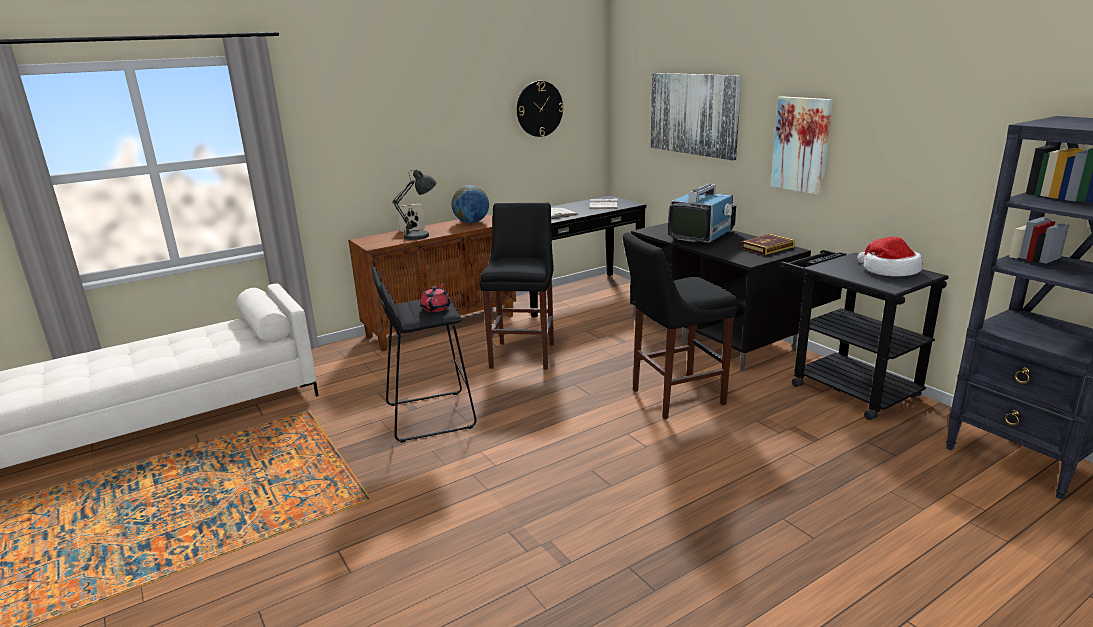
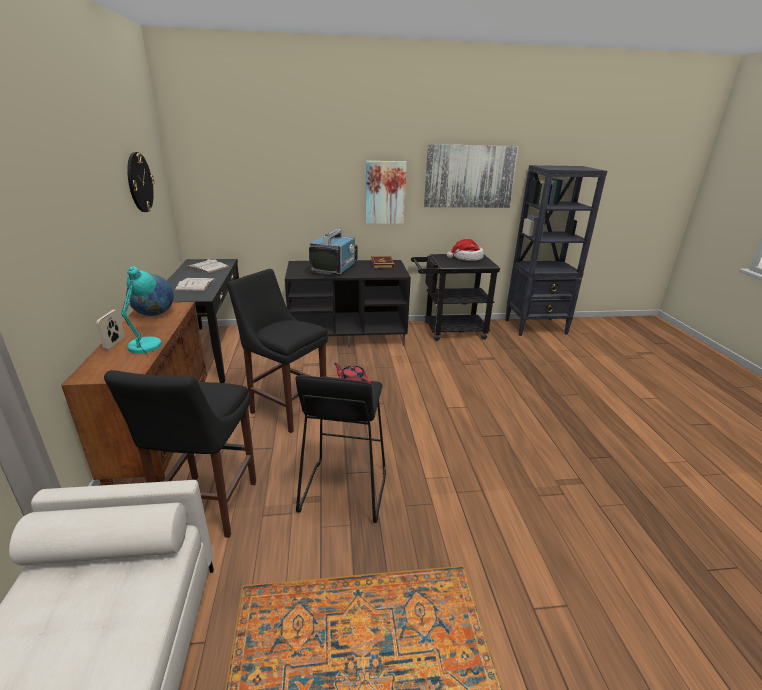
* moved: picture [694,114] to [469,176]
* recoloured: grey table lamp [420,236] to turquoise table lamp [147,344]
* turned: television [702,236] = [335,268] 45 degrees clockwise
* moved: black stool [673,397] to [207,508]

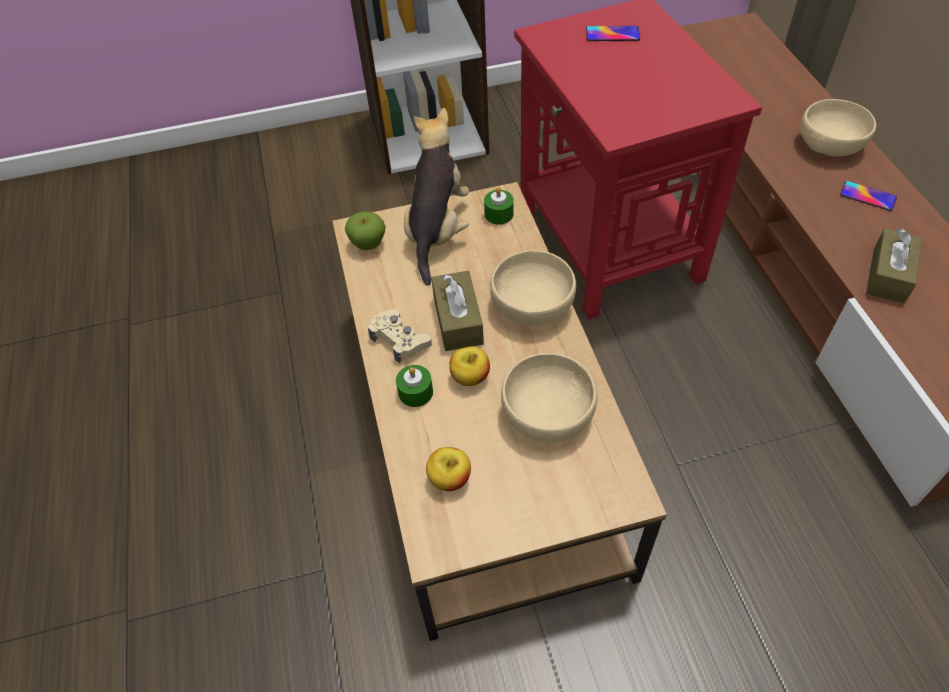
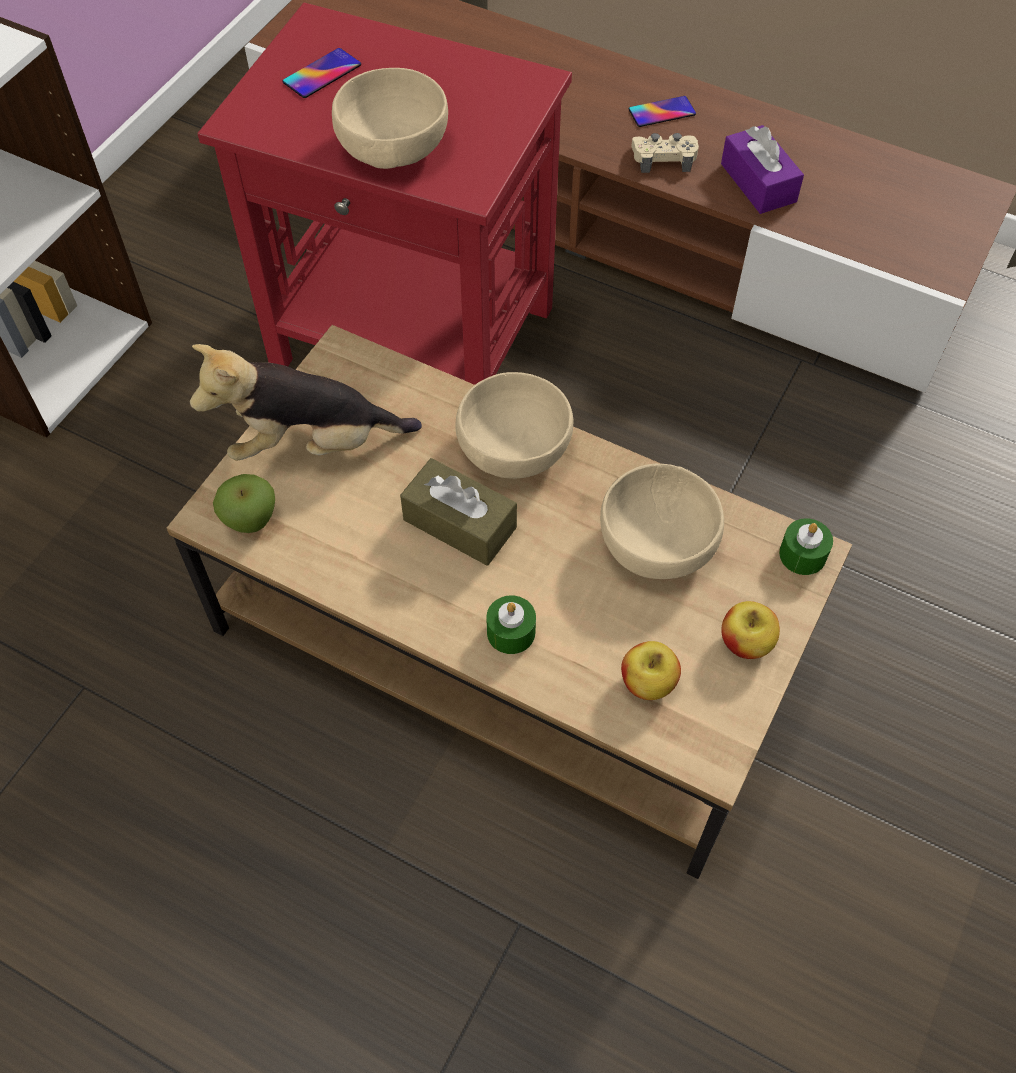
* moved: beige bowl [831,144] to [394,145]
* turned: plush toy [437,230] = [311,444] 60 degrees counterclockwise
* moved: green candle [499,214] to [802,554]
* recoloured: brown tissue box [888,275] to purple tissue box [758,183]
* moved: beige game controller [400,340] to [664,158]
* moved: apple [470,377] to [745,642]

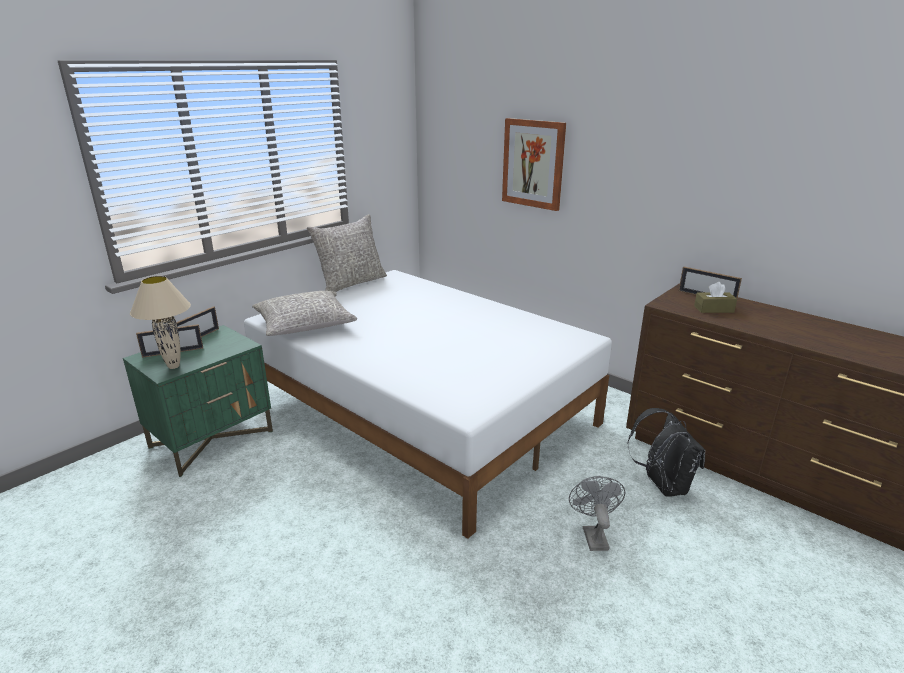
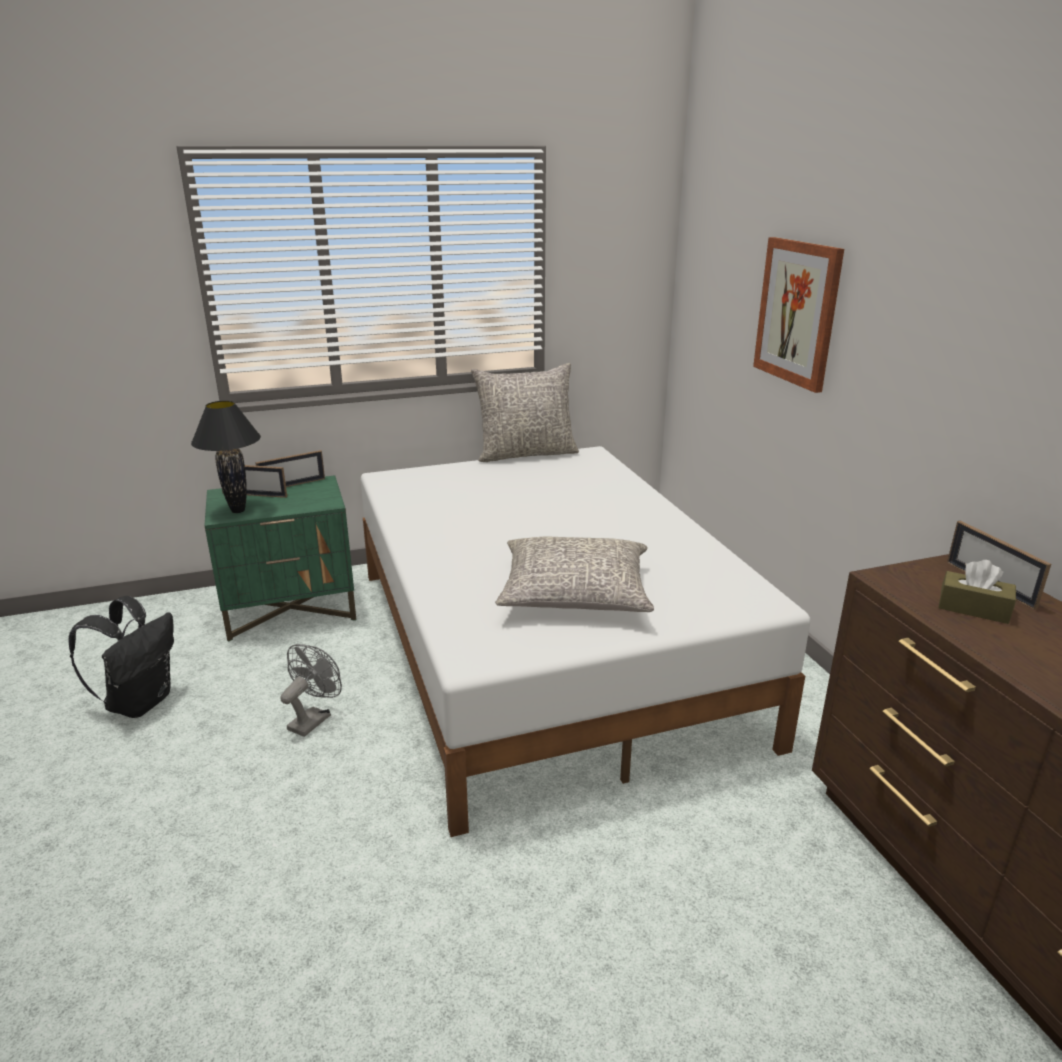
* recoloured: beige table lamp [174,366] to black table lamp [238,510]
* moved: grey pillow [305,325] to [574,594]
* moved: black backpack [662,485] to [140,702]
* moved: grey fan [593,535] to [313,719]

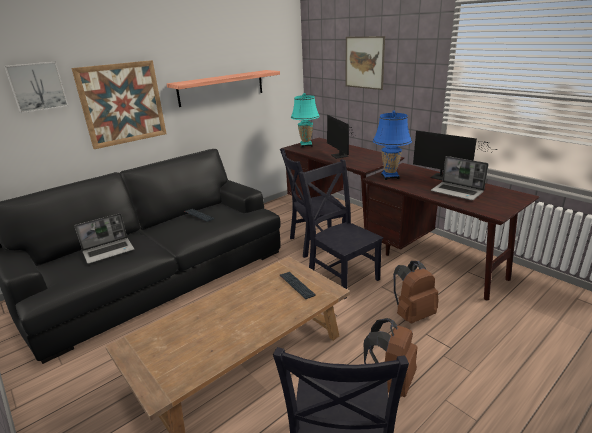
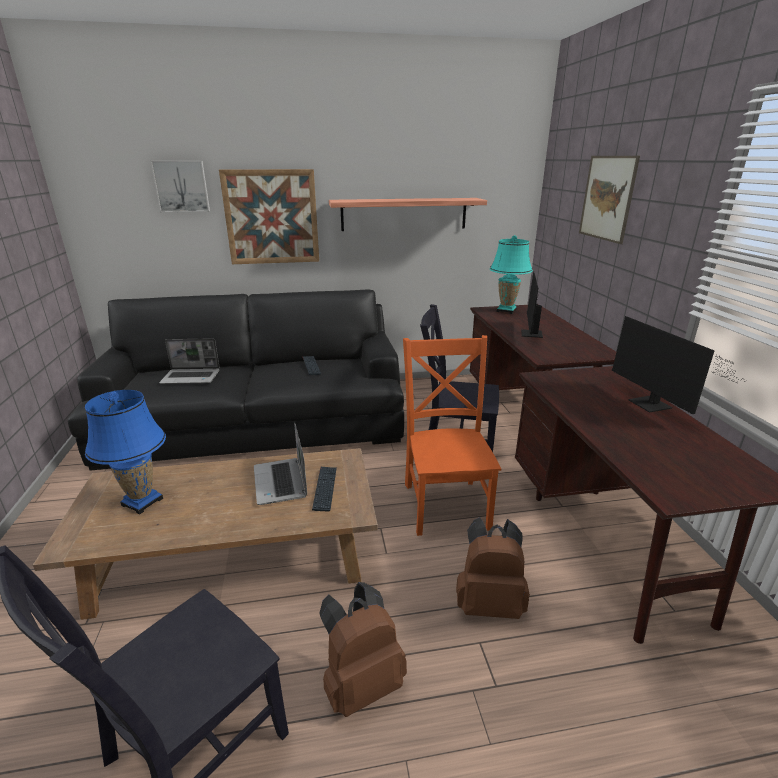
* moved: blue table lamp [390,177] to [142,502]
* moved: laptop [457,192] to [281,482]
* recoloured: black chair [342,275] to orange chair [446,502]

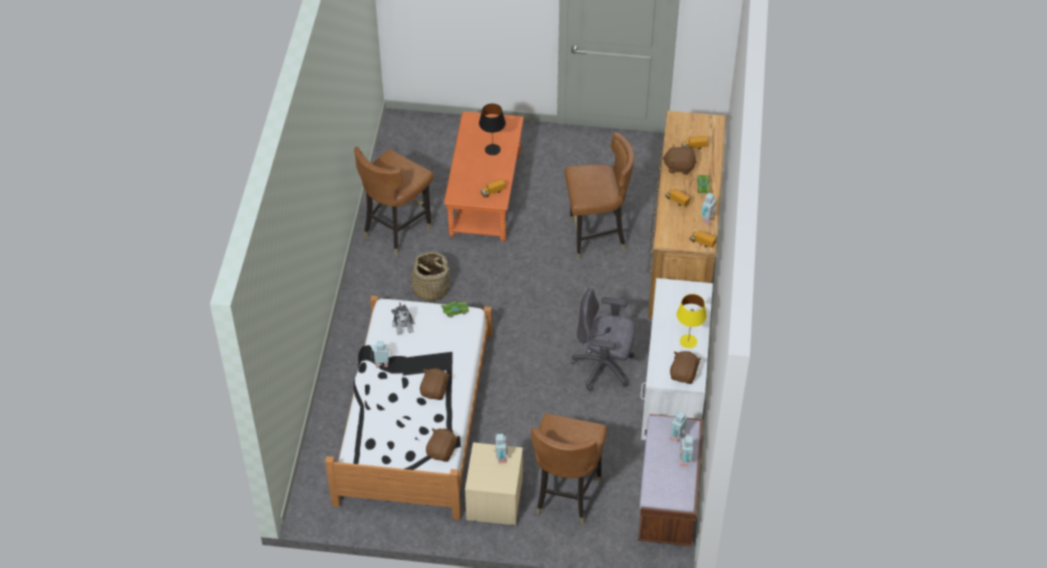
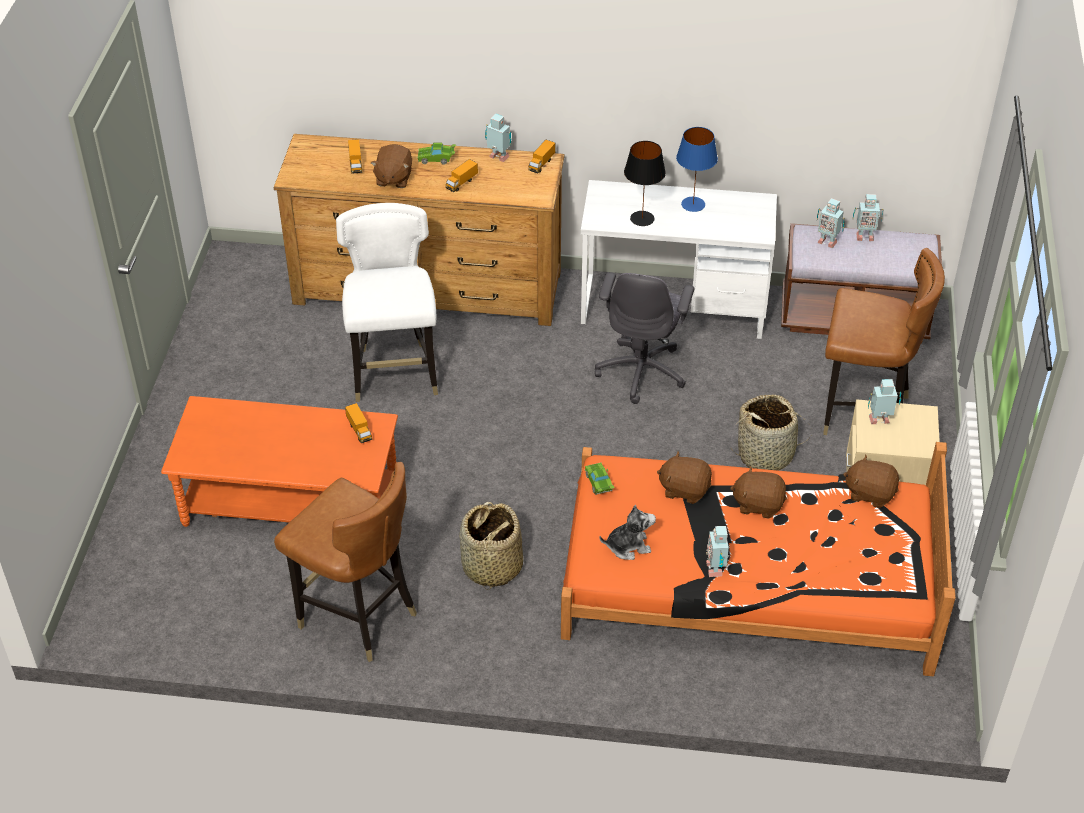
* moved: black table lamp [492,150] to [642,219]
* recoloured: brown chair [596,237] to white chair [395,374]
* recoloured: yellow table lamp [688,341] to blue table lamp [693,204]
* recoloured: white bed [415,416] to orange bed [749,579]
* moved: brown plush toy [684,374] to [684,489]
* added: basket [766,454]

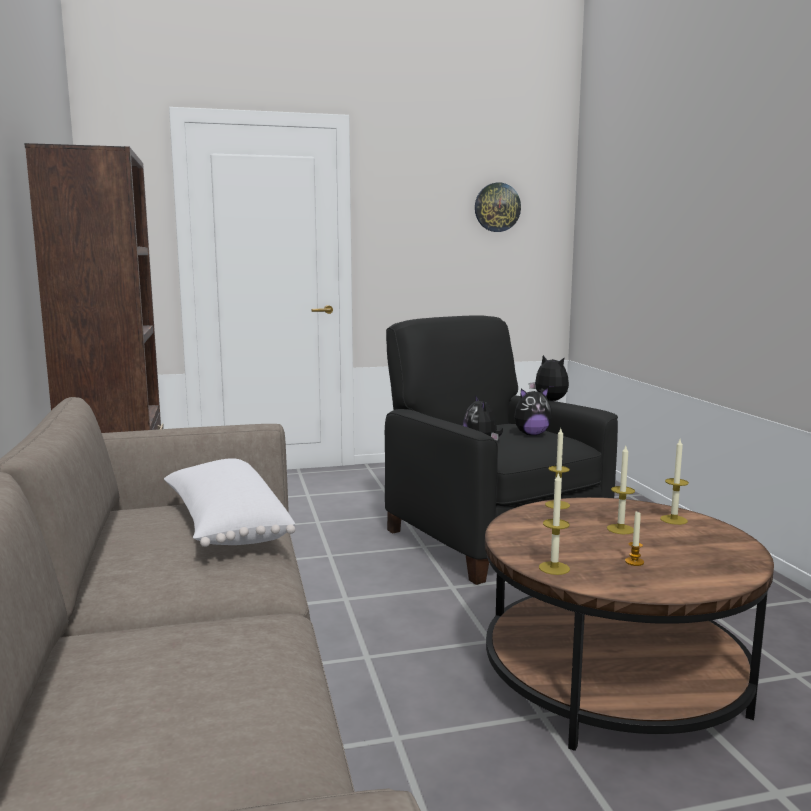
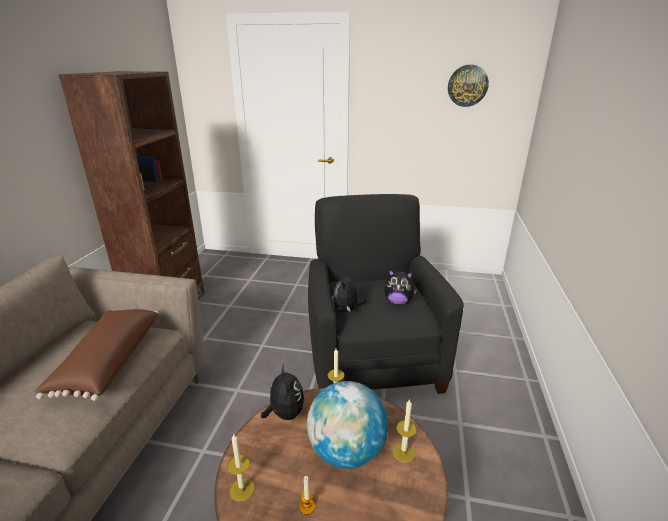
* moved: plush toy [549,401] to [285,413]
* replaced: candle [620,529] to globe [346,451]
* recoloured: white pillow [225,526] to brown pillow [107,362]

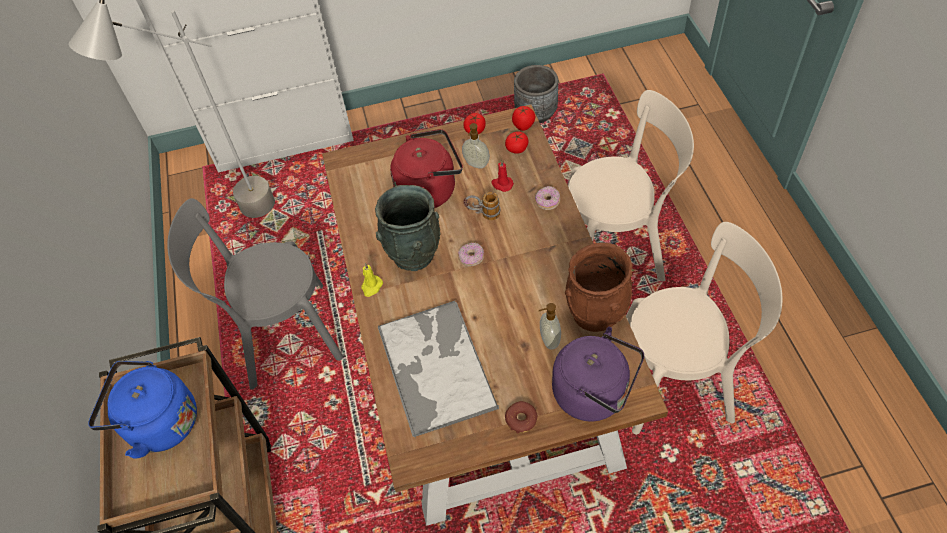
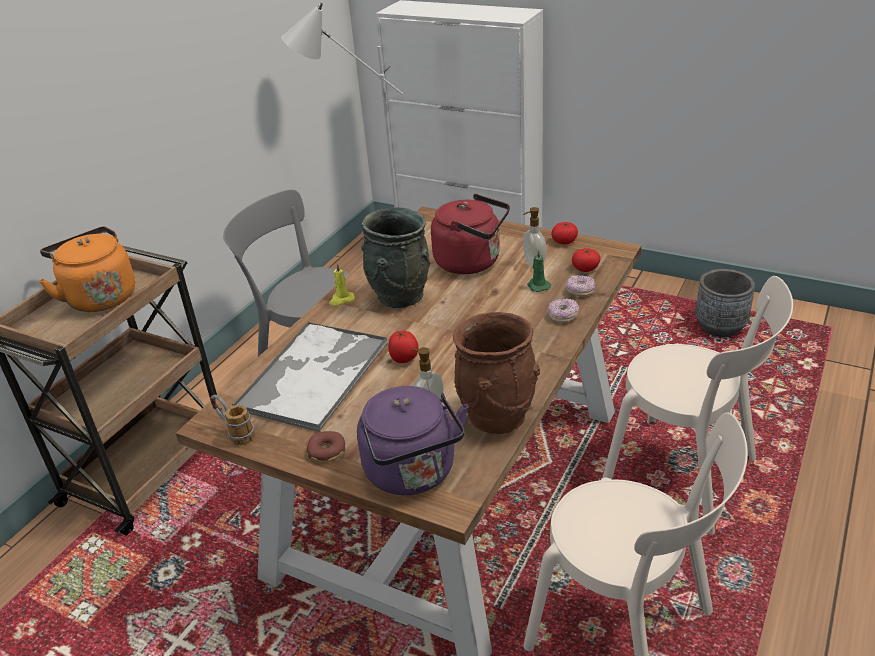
* moved: tomato [523,126] to [404,359]
* recoloured: red candle [502,184] to green candle [538,286]
* moved: mug [482,214] to [234,433]
* moved: donut [471,258] to [580,291]
* recoloured: blue kettle [158,423] to orange kettle [99,297]

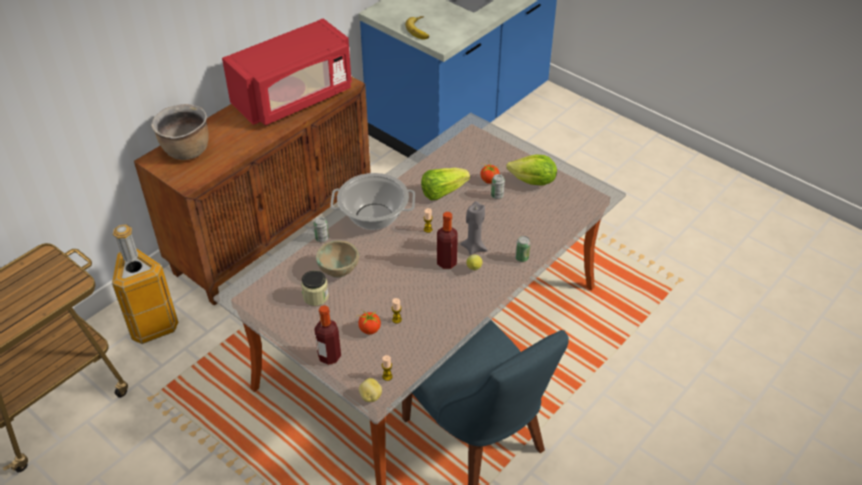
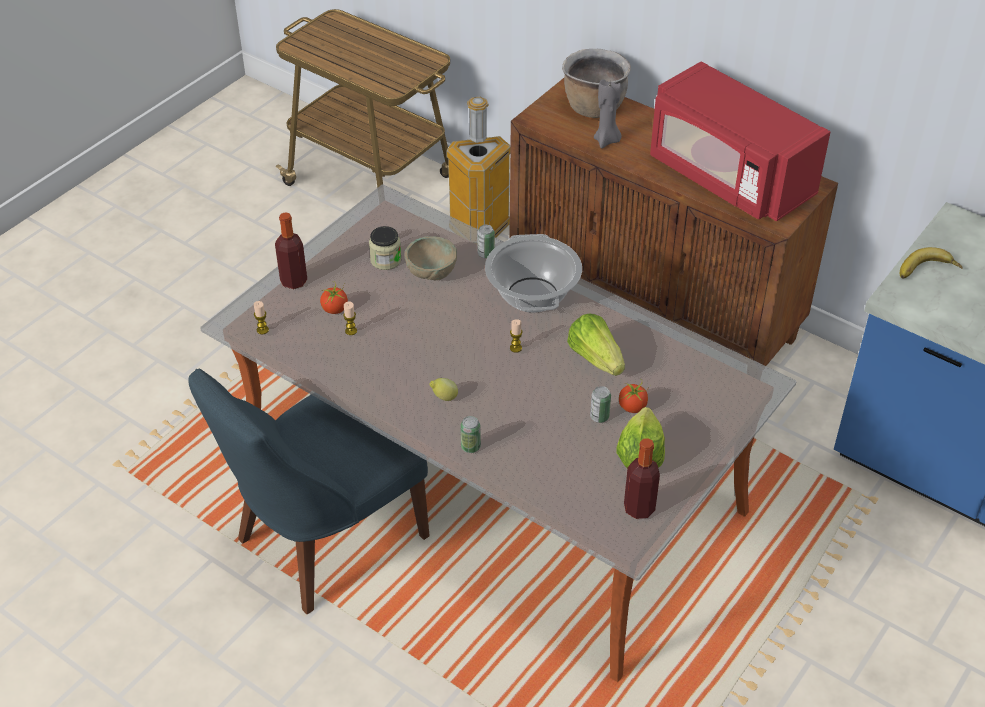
* moved: grey candle [474,248] to [607,141]
* moved: bottle [446,262] to [639,508]
* removed: potato [370,396]

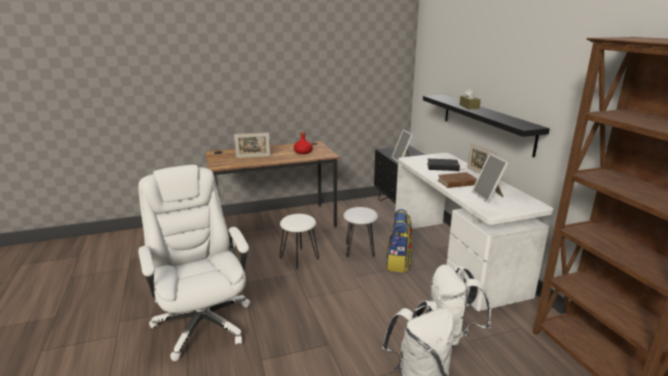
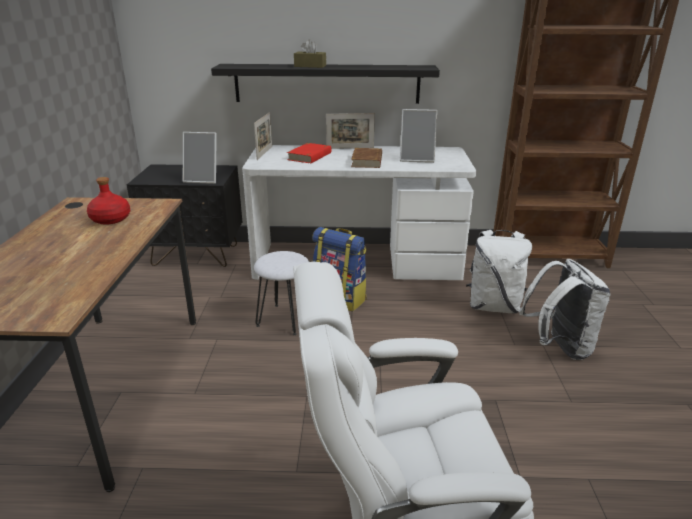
* moved: picture frame [253,156] to [264,153]
* recoloured: black book [443,167] to red book [310,156]
* removed: white stool [299,258]

